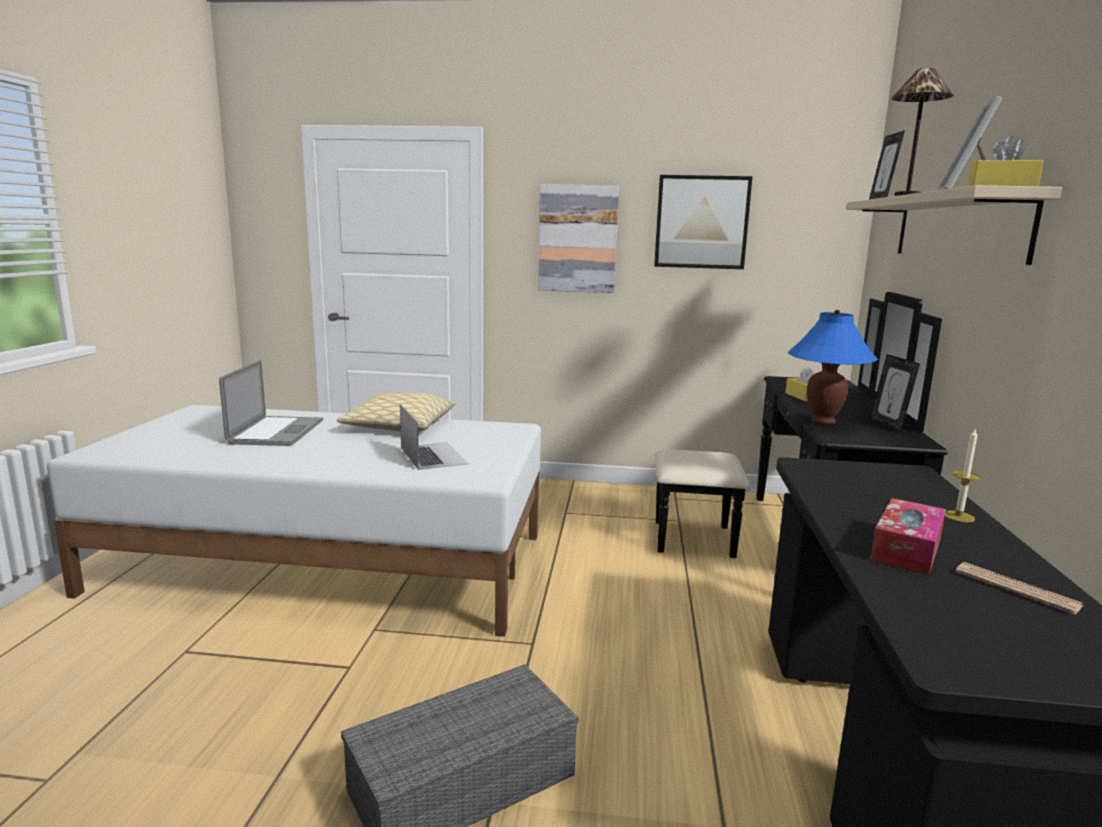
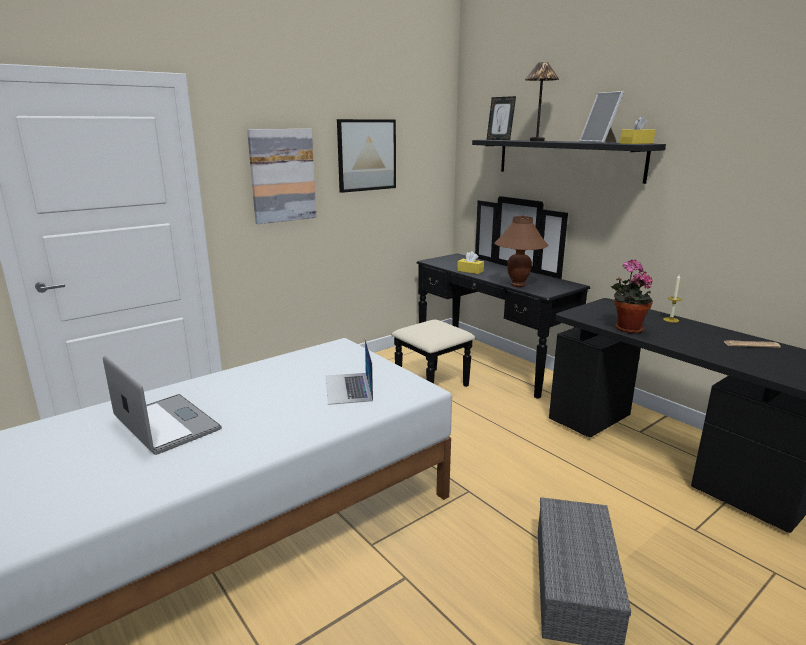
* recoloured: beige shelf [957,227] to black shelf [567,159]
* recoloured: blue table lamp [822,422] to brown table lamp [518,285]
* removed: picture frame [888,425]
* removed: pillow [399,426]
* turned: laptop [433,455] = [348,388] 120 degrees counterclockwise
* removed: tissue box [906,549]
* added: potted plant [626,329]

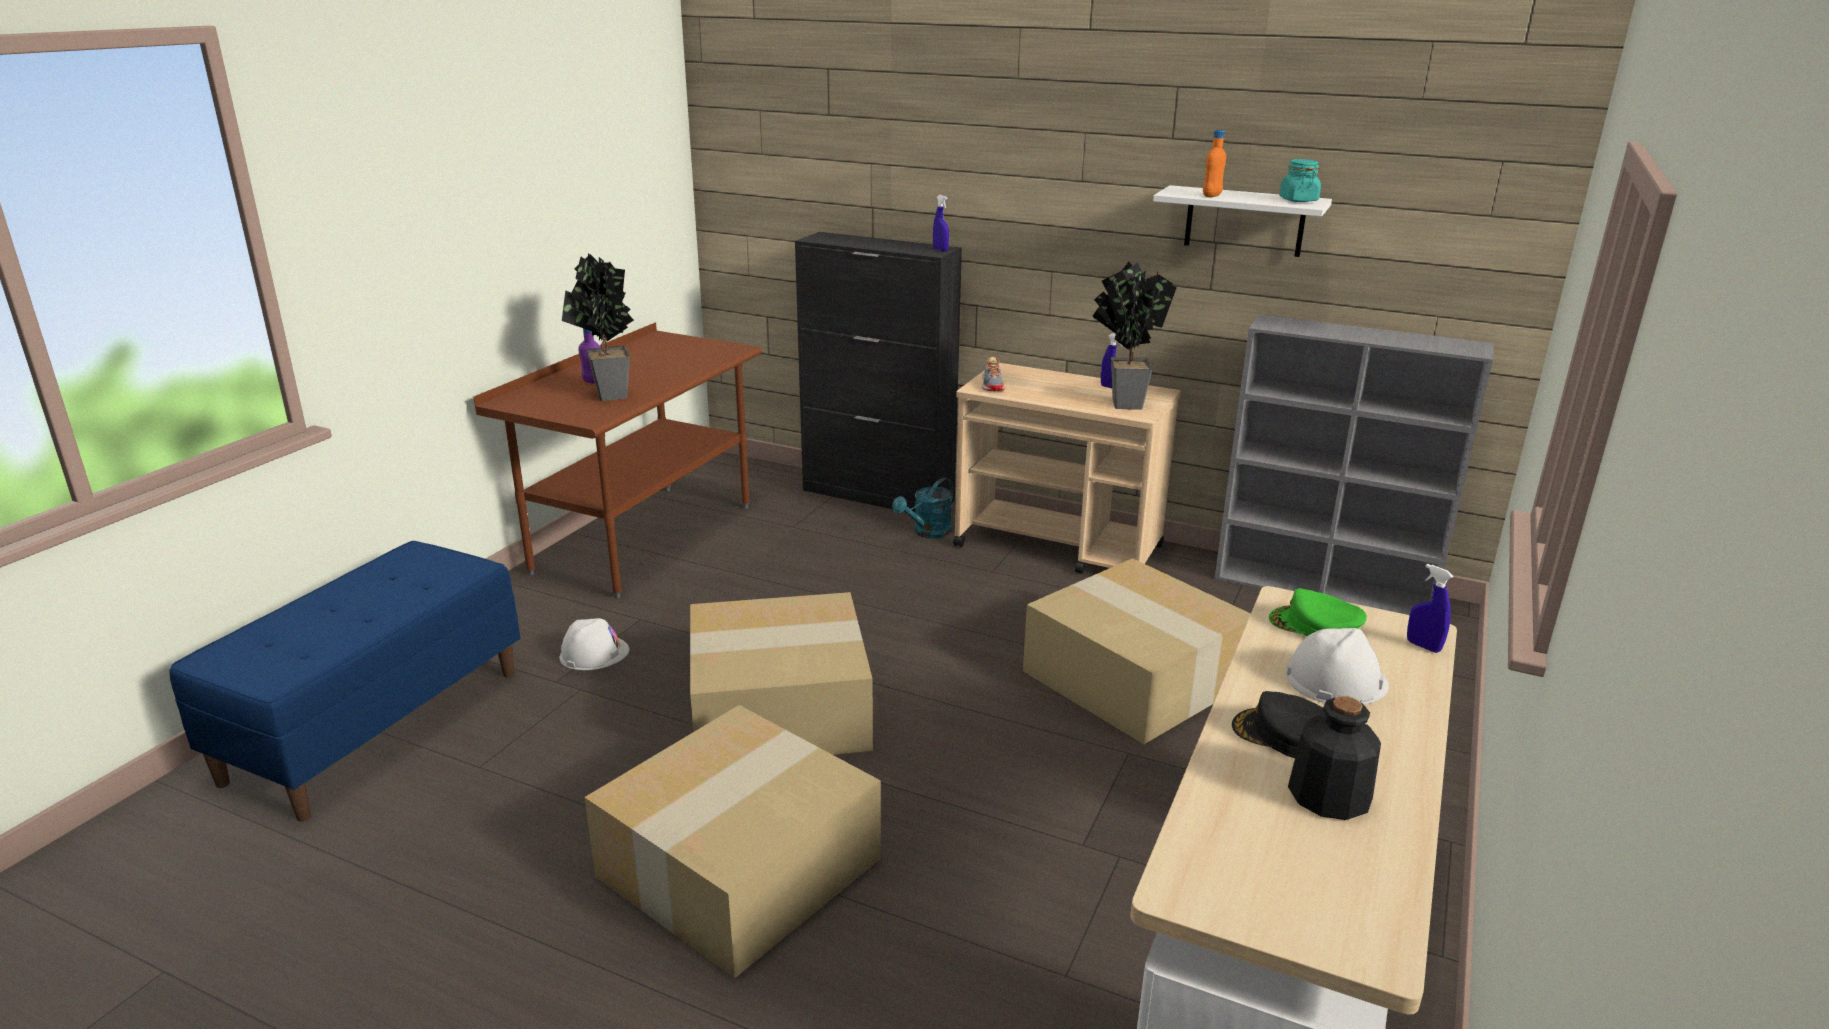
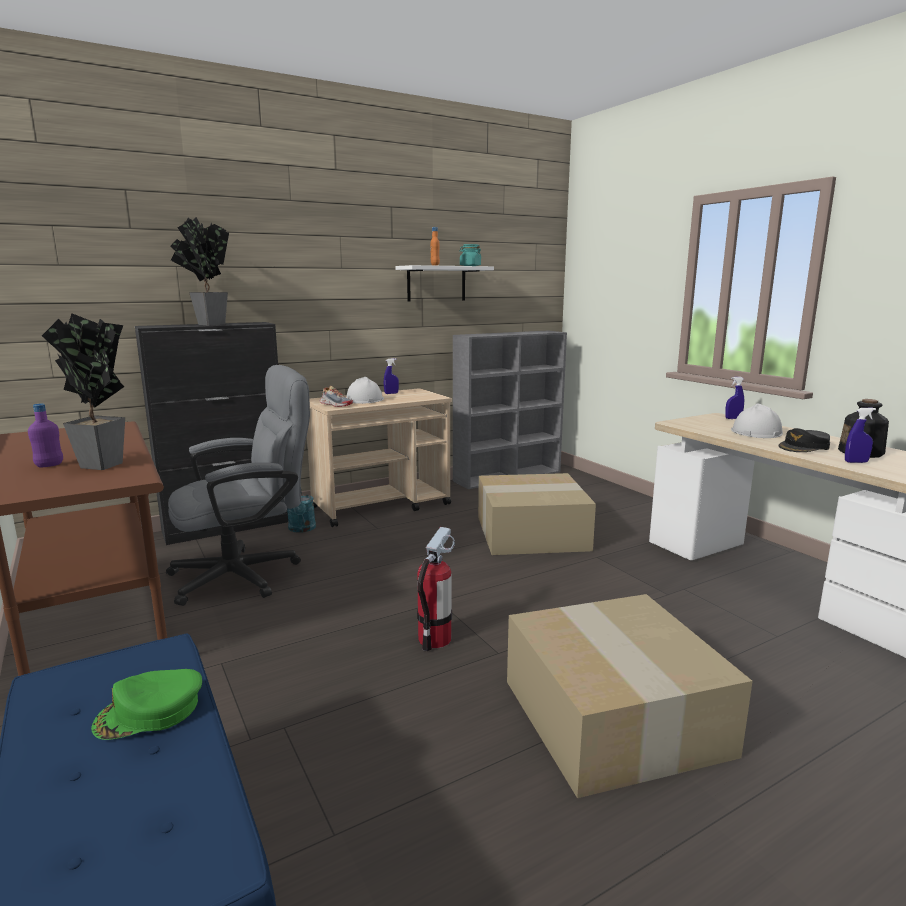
* moved: blue spray bottle [940,250] to [856,462]
* moved: potted plant [1121,403] to [206,324]
* moved: green cap [1315,626] to [150,712]
* replaced: cardboard box [782,707] to fire extinguisher [434,639]
* moved: white hard hat [594,653] to [364,400]
* added: grey office chair [247,574]

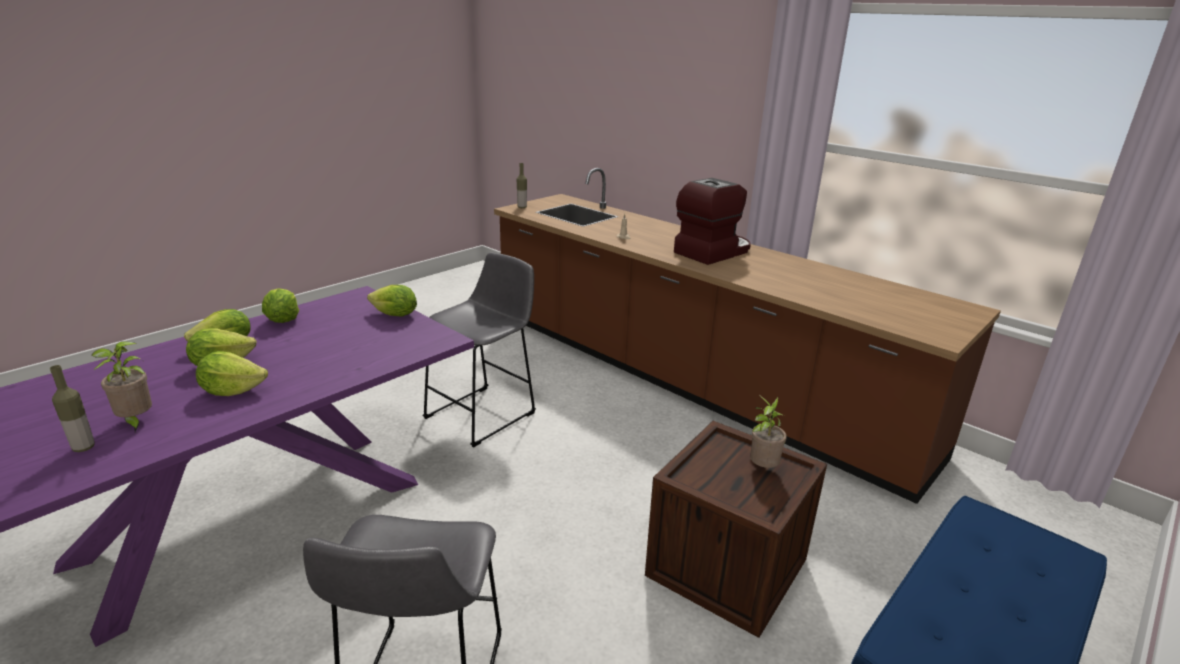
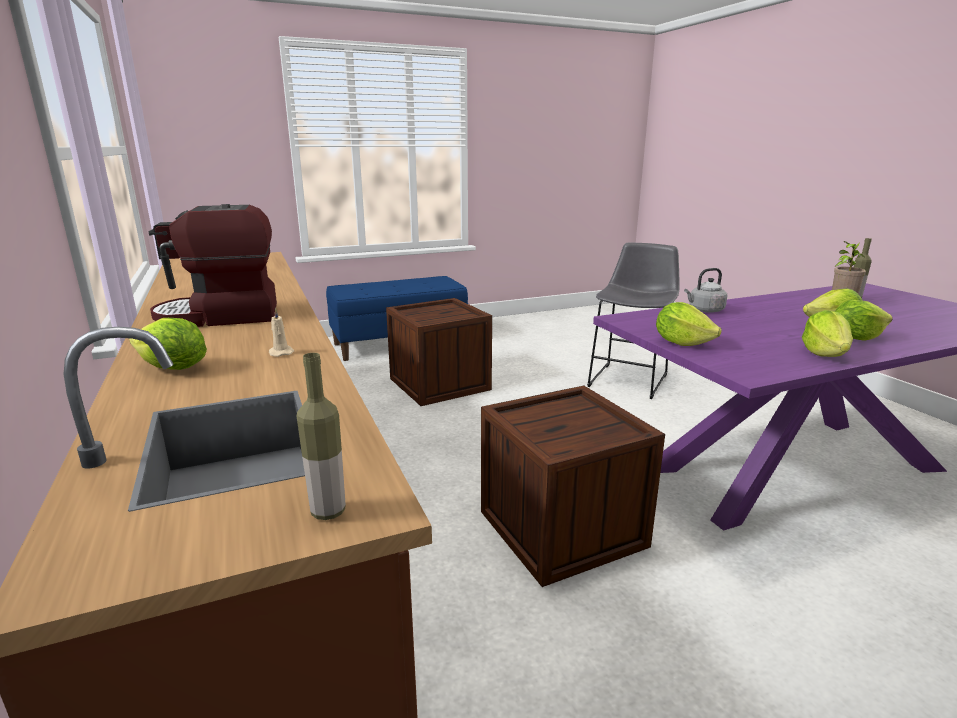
* replaced: grey stool [485,413] to crate [561,528]
* moved: lettuce [232,391] to [173,369]
* removed: potted plant [761,468]
* added: grey kettle [704,310]

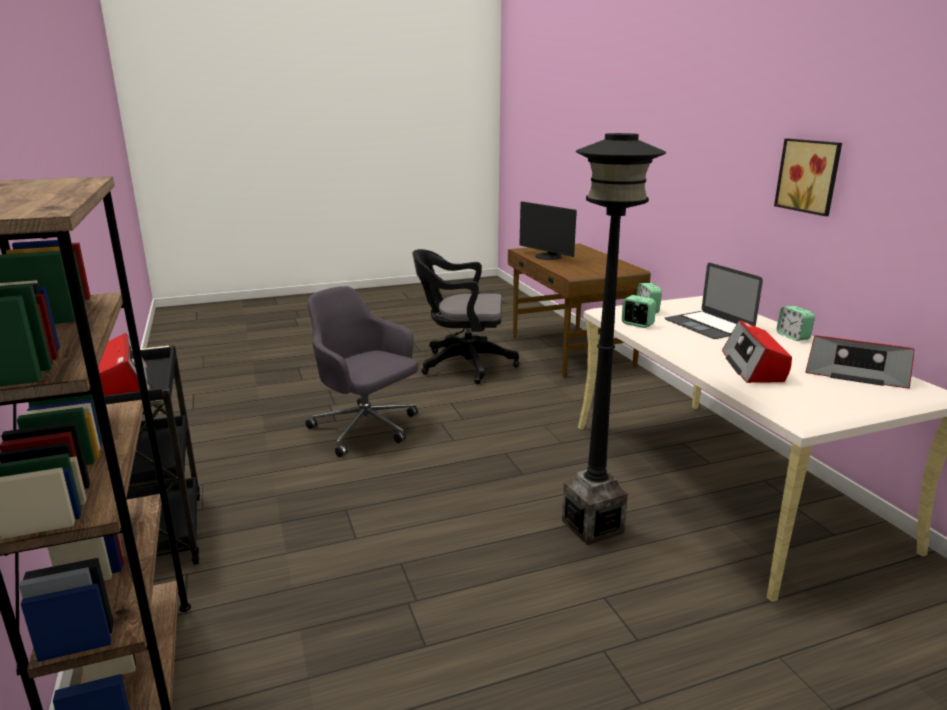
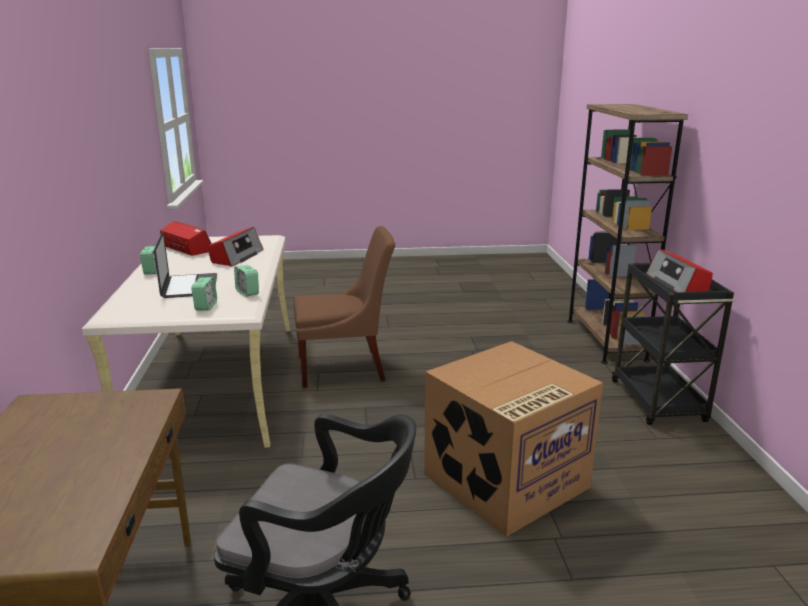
* replaced: black floor lamp [592,526] to brown chair [345,368]
* removed: picture [810,176]
* removed: monitor [547,257]
* replaced: grey office chair [366,429] to cardboard box [505,482]

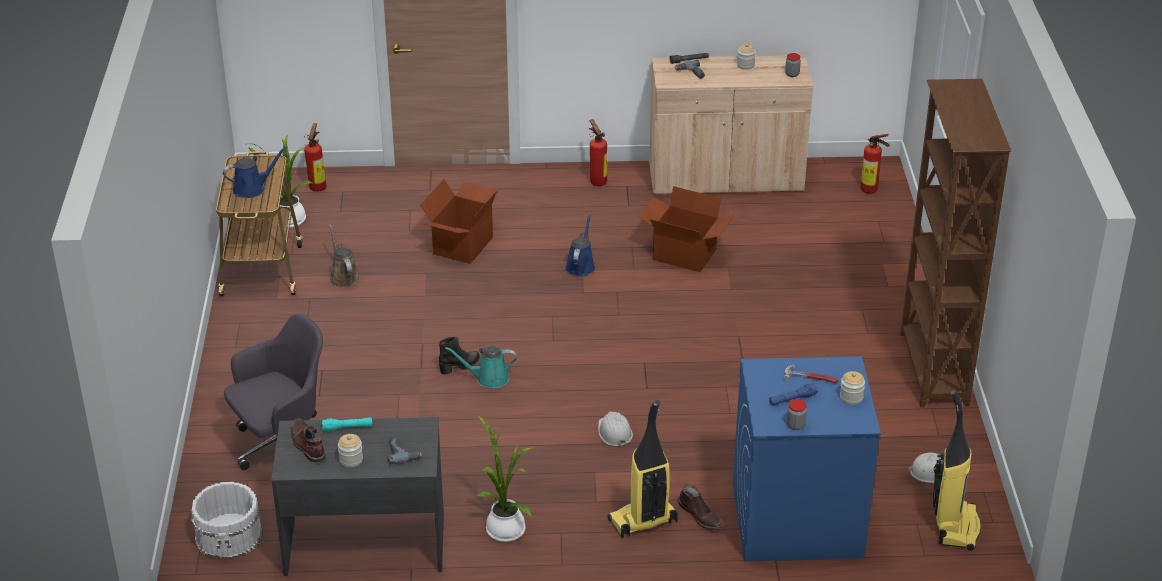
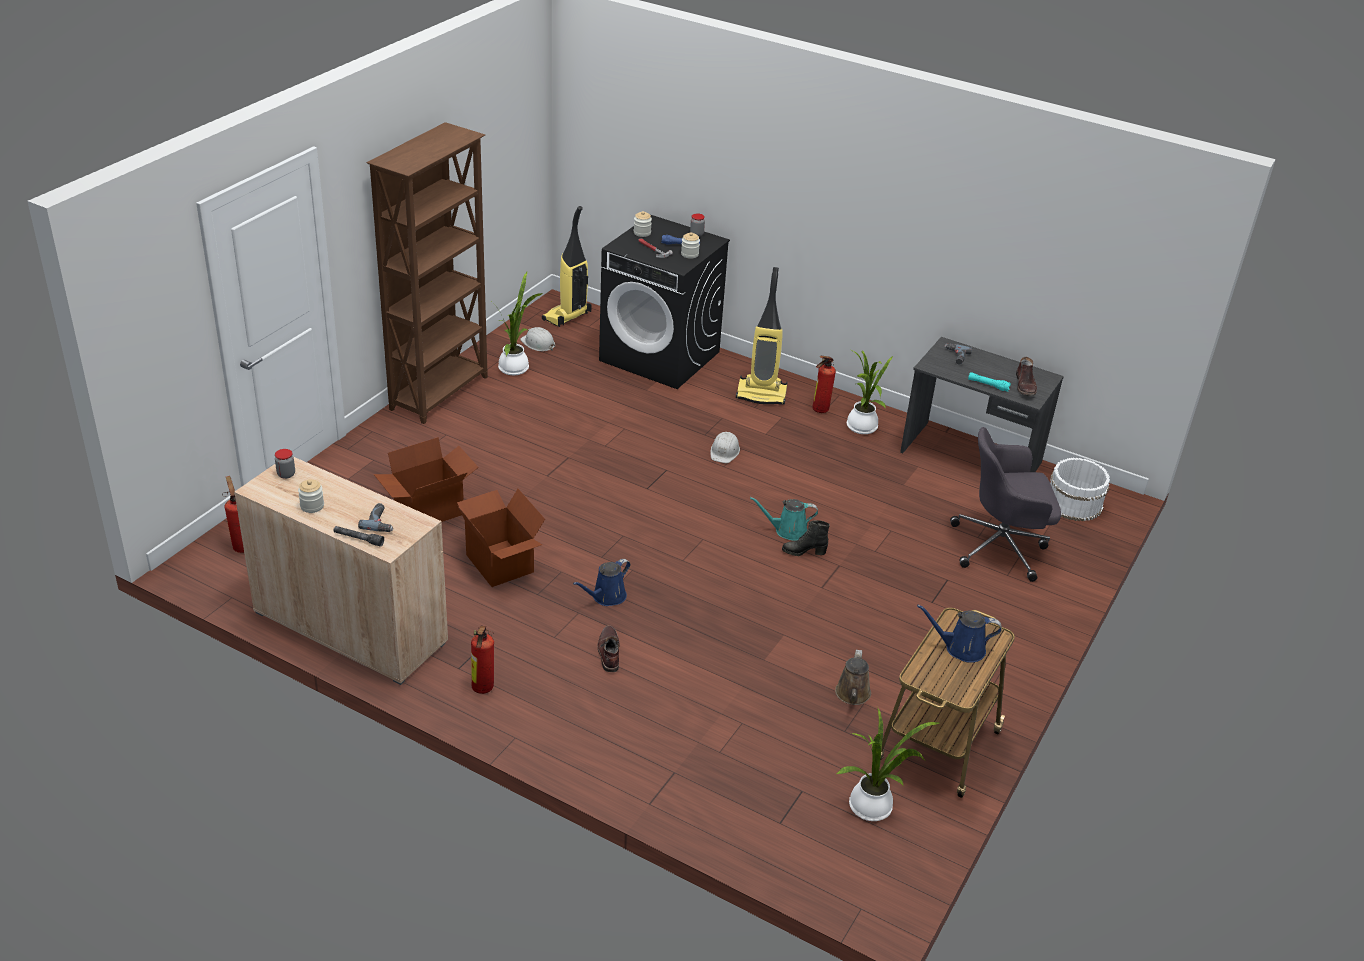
* moved: fire extinguisher [319,186] to [818,410]
* moved: cardboard box [462,245] to [429,511]
* turned: turquoise watering can [489,378] = [787,531] 150 degrees clockwise
* recoloured: blue washing machine [796,520] to black washing machine [660,356]
* moved: jar [351,460] to [689,254]
* moved: brown boot [701,516] to [608,652]
* added: potted plant [515,367]

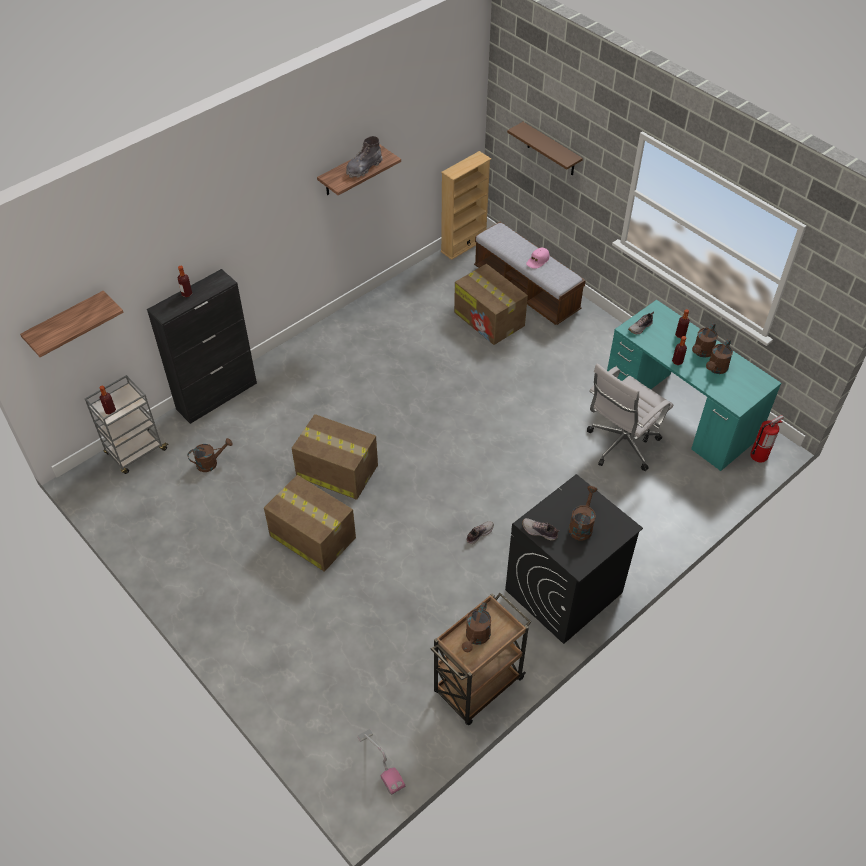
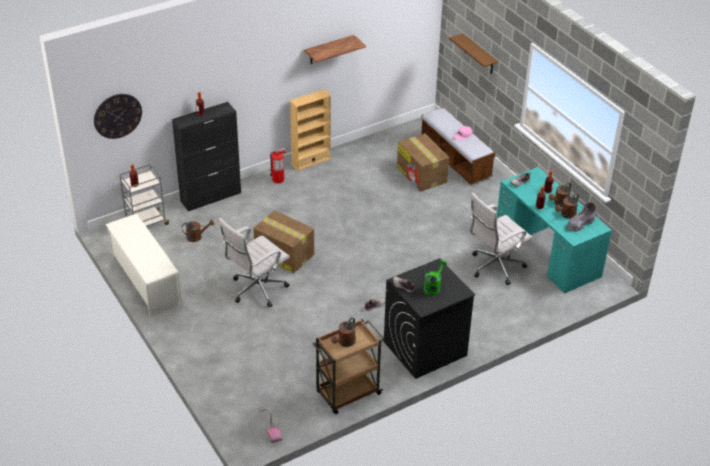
* moved: grey boot [364,168] to [580,224]
* moved: beige bookcase [463,245] to [311,161]
* replaced: shelf [66,322] to wall clock [117,116]
* moved: fire extinguisher [759,455] to [278,179]
* replaced: cardboard box [311,536] to white office chair [256,290]
* recoloured: brown watering can [581,525] to green watering can [433,287]
* added: white shoe rack [146,281]

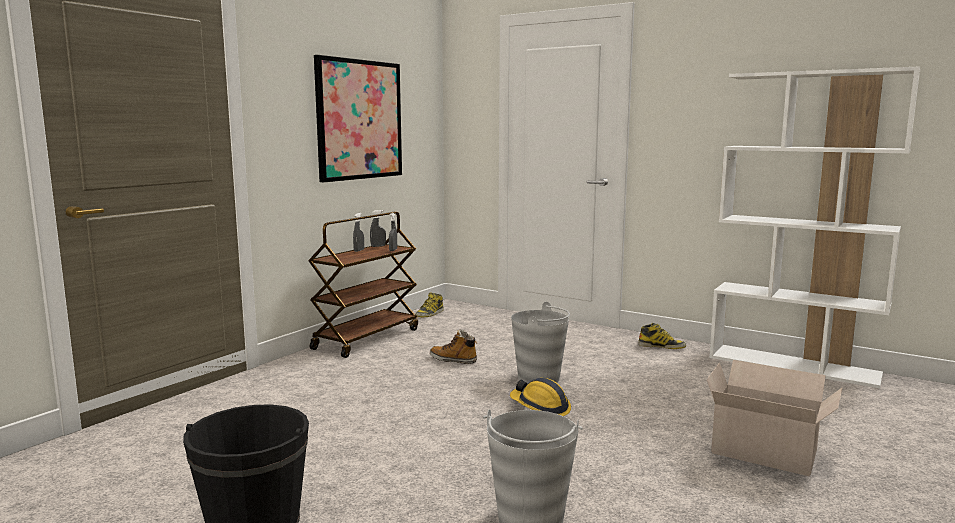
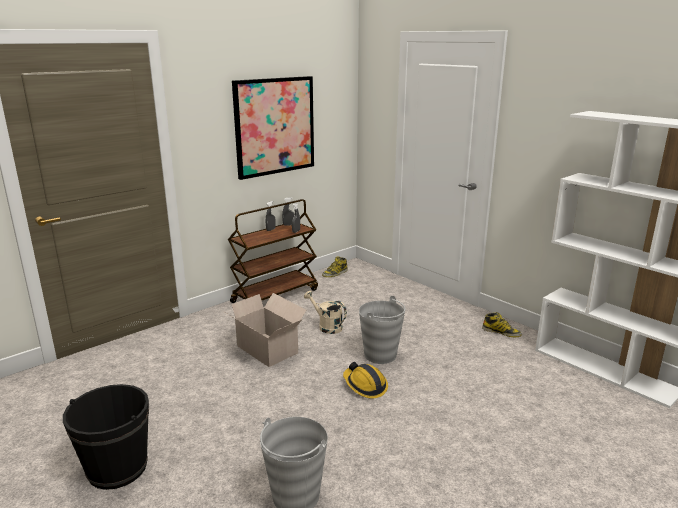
* replaced: boot [453,360] to beige watering can [326,326]
* moved: cardboard box [767,453] to [268,350]

